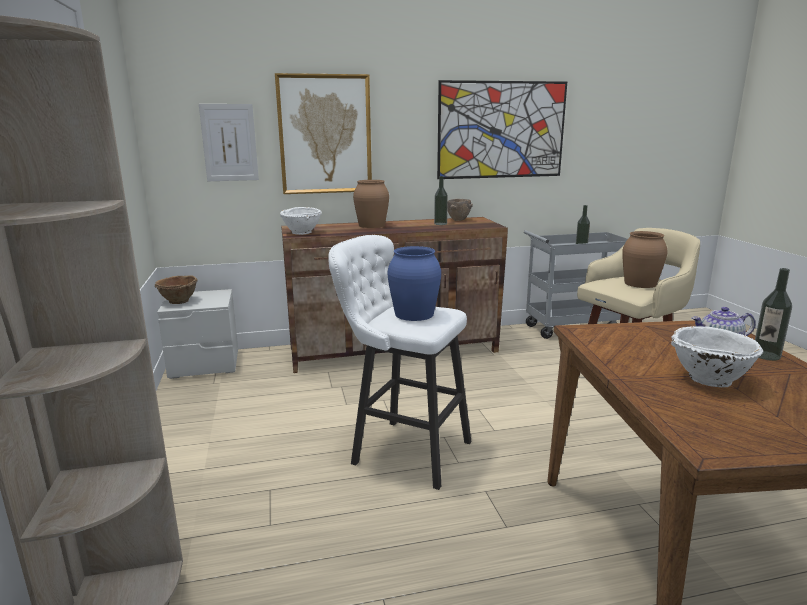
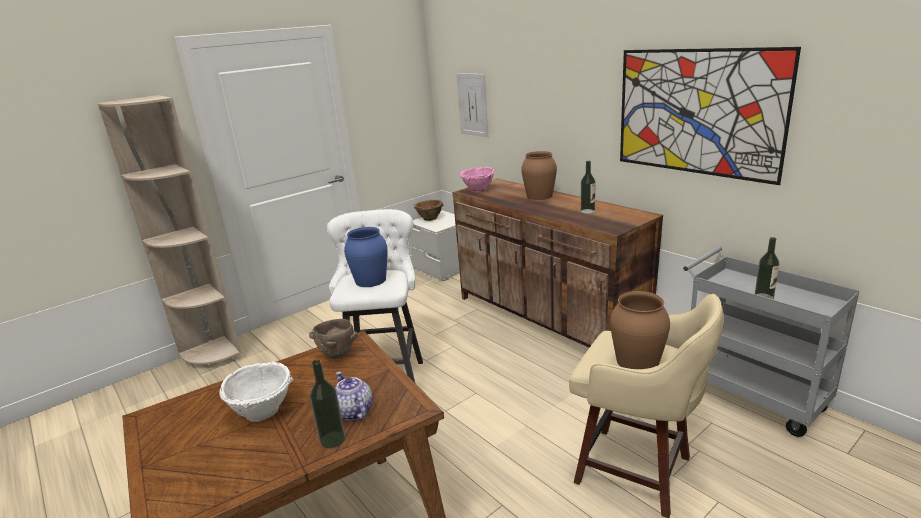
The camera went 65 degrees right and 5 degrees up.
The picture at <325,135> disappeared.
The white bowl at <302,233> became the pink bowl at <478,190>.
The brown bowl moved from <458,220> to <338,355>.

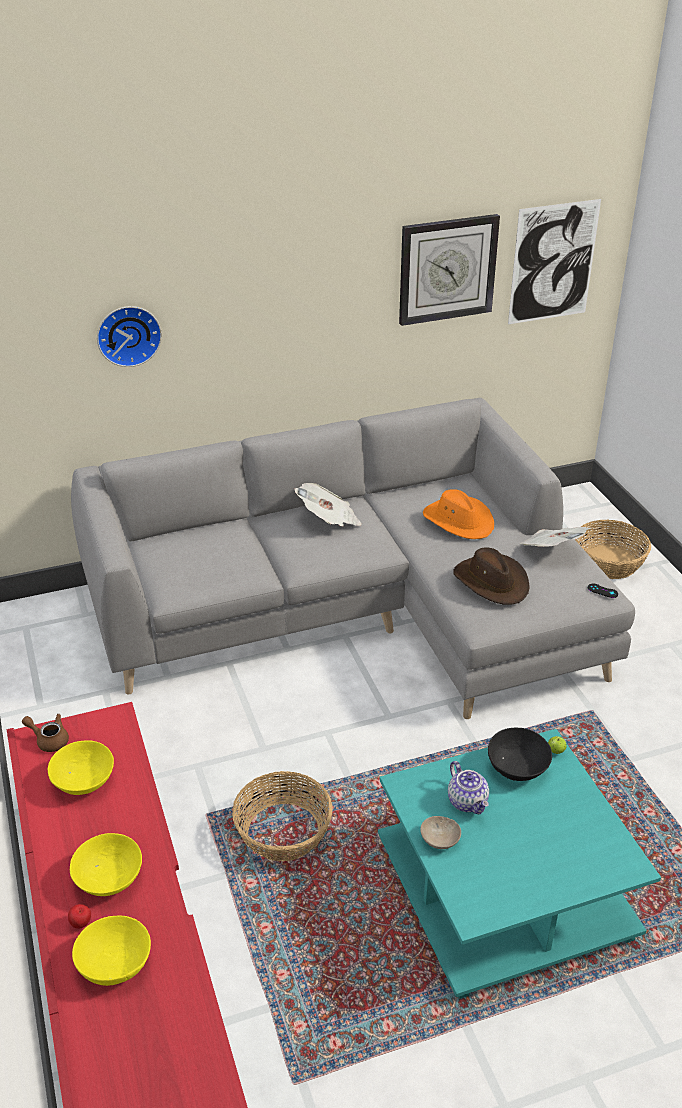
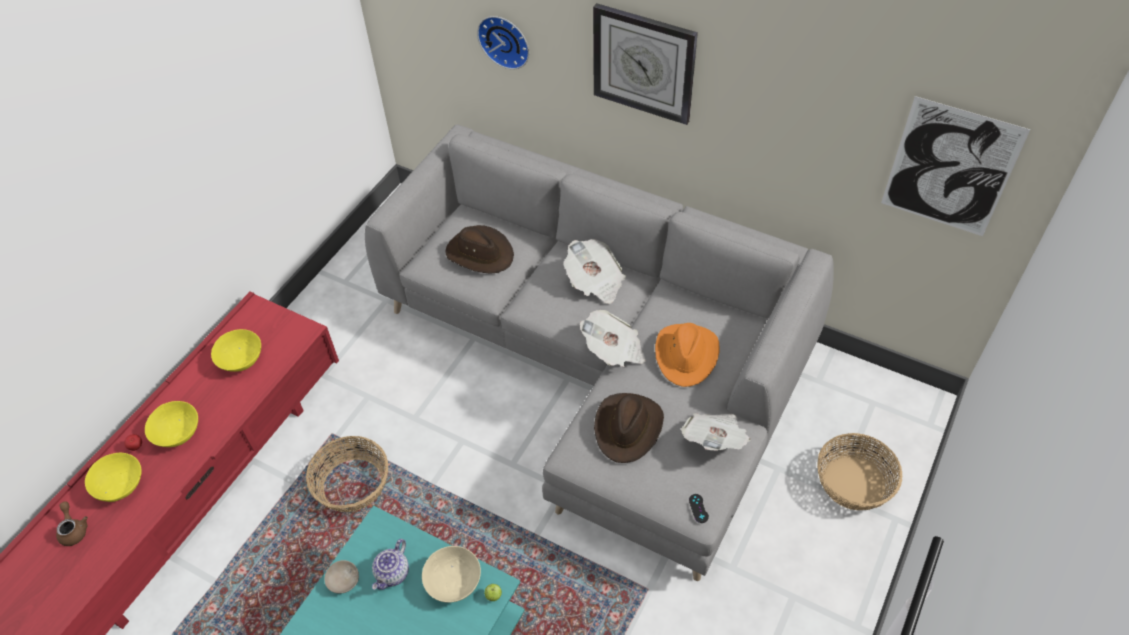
The camera went 50 degrees right and 15 degrees up.
The brown teapot moved from <49,740> to <74,530>.
The wall clock moved from <447,269> to <644,63>.
The black bowl at <517,768> became the beige bowl at <454,582>.
The brown hat at <480,253> appeared.
The newspaper at <614,350> appeared.

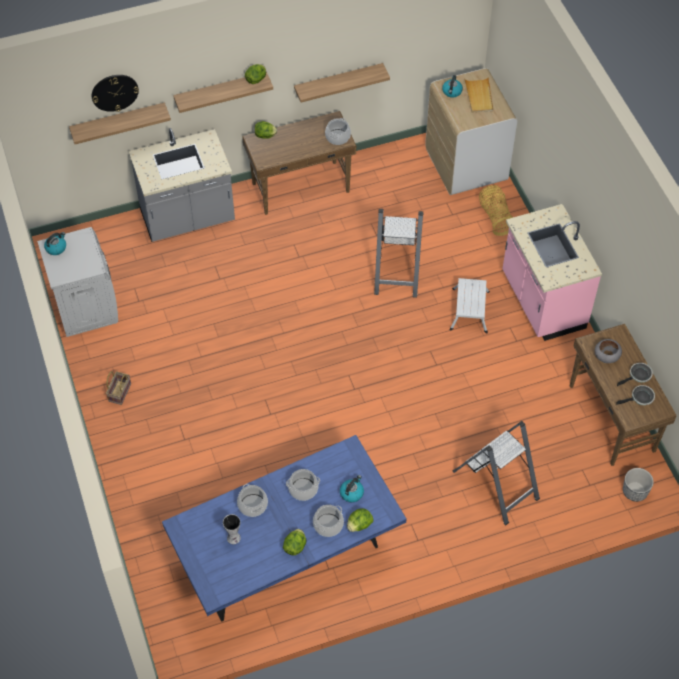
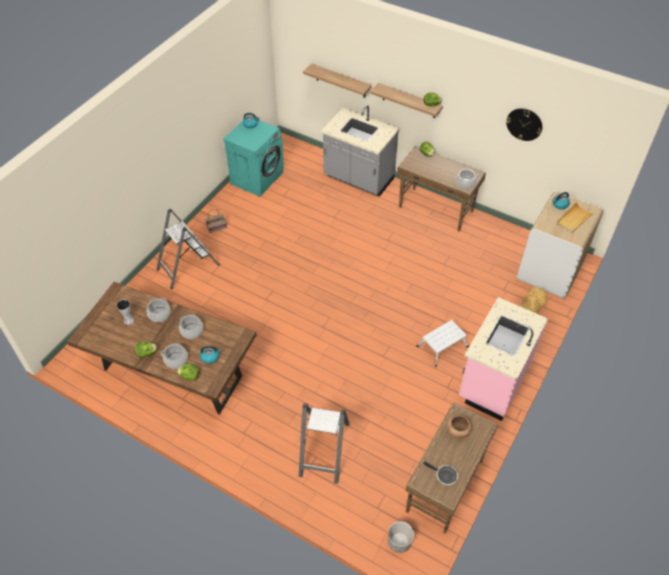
The camera went 50 degrees right and 5 degrees down.
The white washing machine at <86,307> became the turquoise washing machine at <257,179>.
The wall clock moved from <114,92> to <524,124>.
The blue dining table at <287,557> became the brown dining table at <174,373>.
The shelf at <338,82> disappeared.
The grey step ladder moved from <397,268> to <187,267>.
The grey bowl at <606,356> became the brown bowl at <458,430>.
The frying pan at <638,376> disappeared.

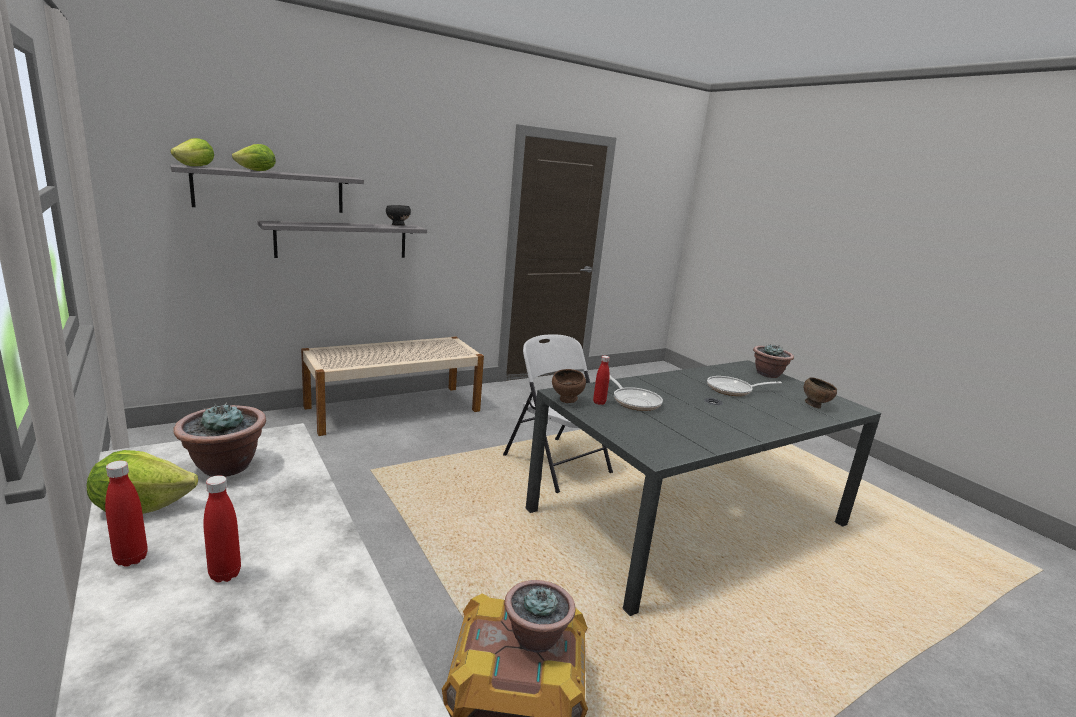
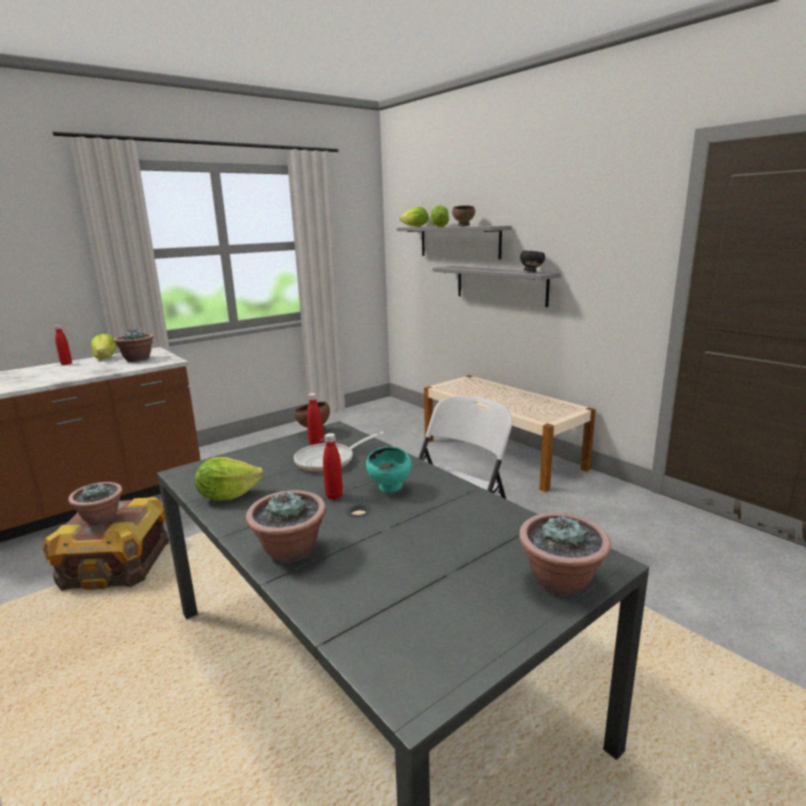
The camera went 85 degrees right and 0 degrees up.
The red bottle moved from <225,574> to <334,496>.
The frying pan at <733,390> disappeared.
The brown bowl moved from <815,406> to <464,226>.
The lettuce at <228,496> appeared.
The potted plant at <290,552> appeared.
The turquoise bowl at <390,489> appeared.

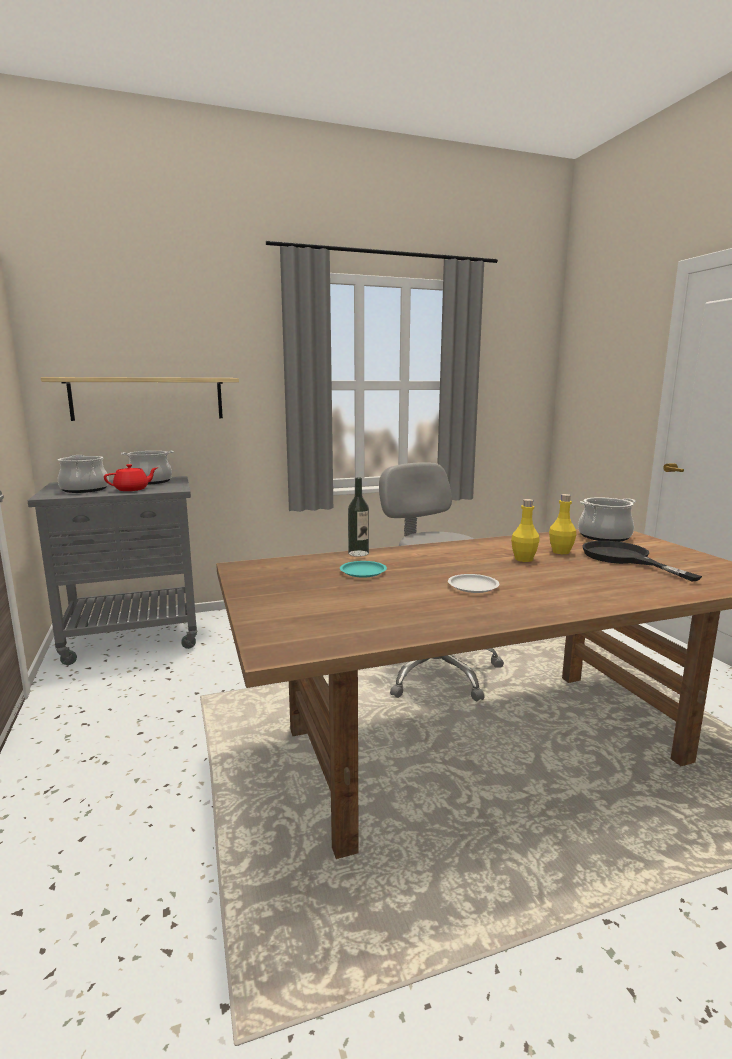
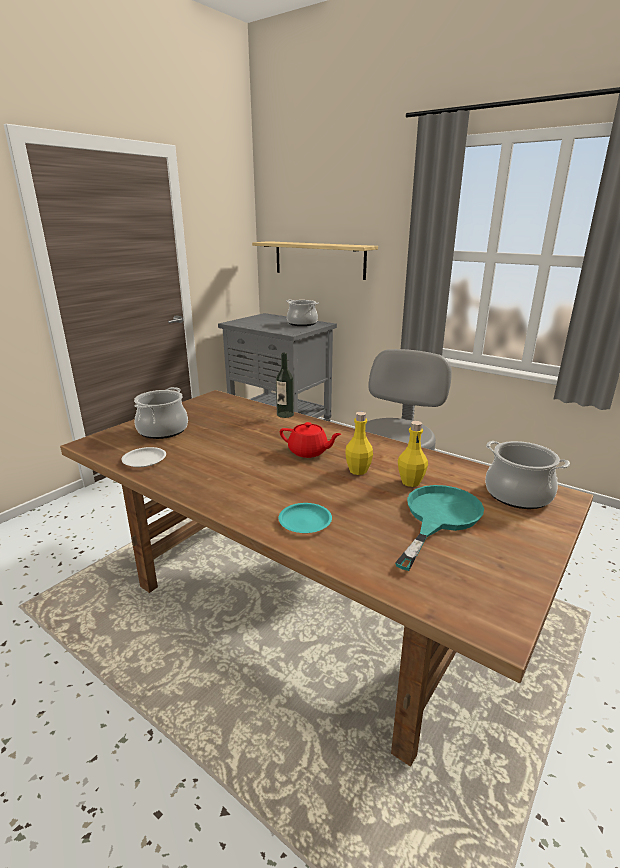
The camera went 55 degrees right and 10 degrees up.
The cooking pot moved from <85,489> to <163,430>.
The red teapot moved from <132,489> to <309,452>.
The turquoise plate moved from <362,572> to <304,521>.
The white plate moved from <472,586> to <144,460>.
The black frying pan at <624,559> became the turquoise frying pan at <438,518>.

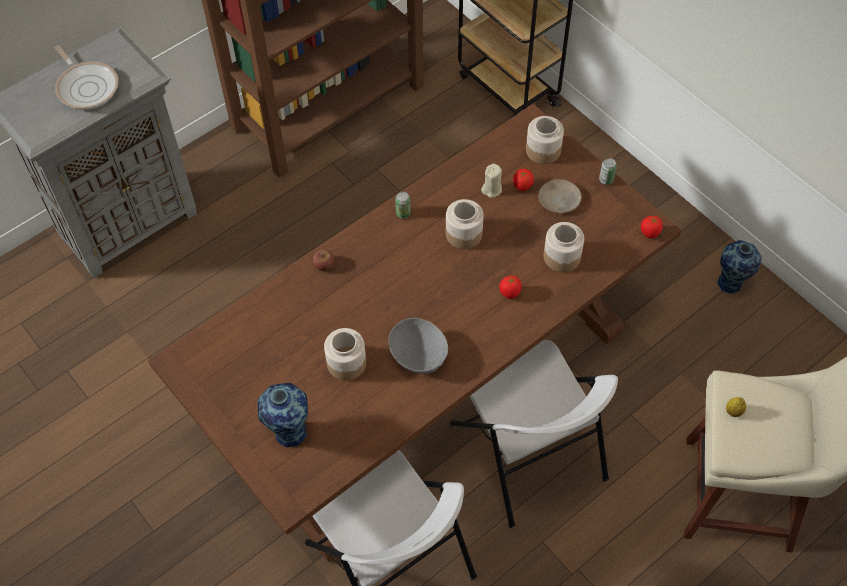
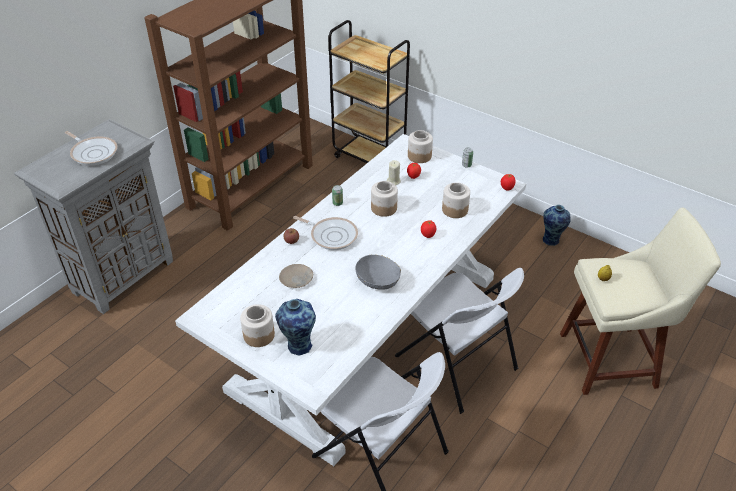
The camera went 15 degrees left and 15 degrees down.
The brown dining table at <424,377> became the white dining table at <367,331>.
The jar moved from <346,363> to <258,335>.
The beige plate moved from <559,200> to <297,279>.
The frying pan at <331,235> appeared.

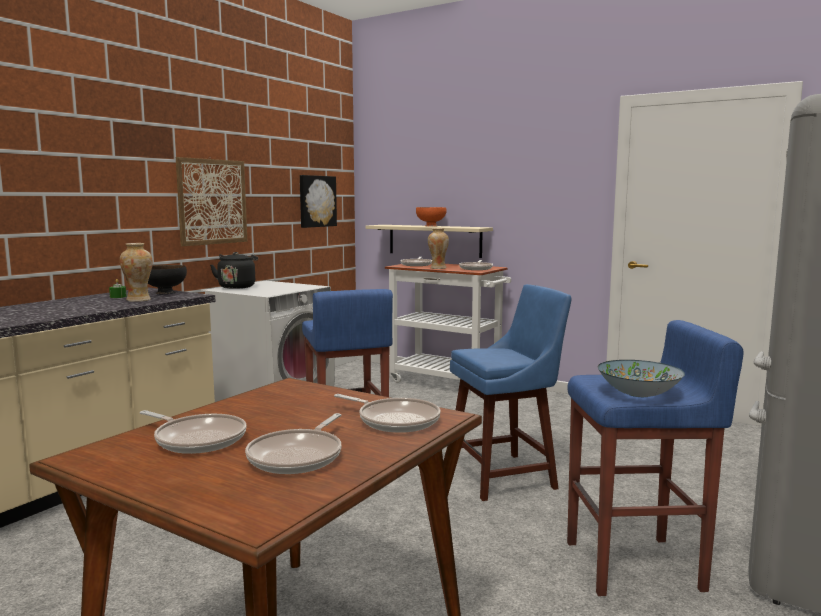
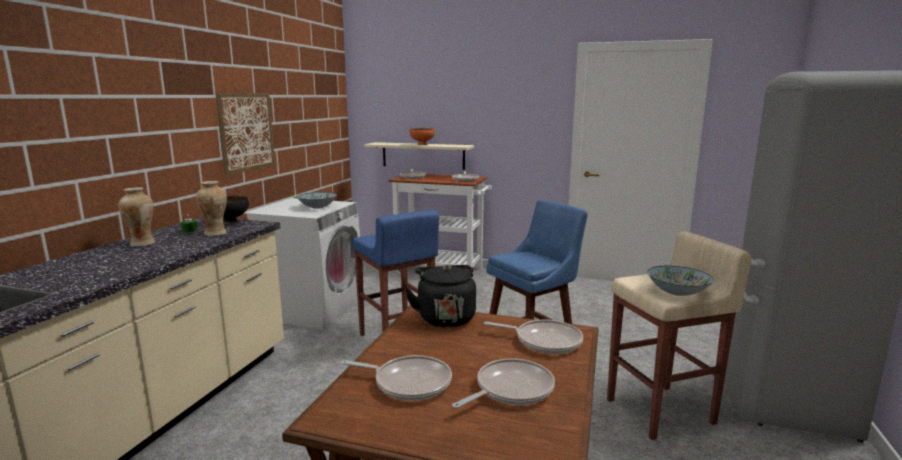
The camera went 15 degrees left and 5 degrees up.
The black kettle moved from <237,287> to <445,317>.
The frying pan at <298,456> turned 135 degrees counterclockwise.
The picture at <316,201> disappeared.
The vase moved from <438,268> to <142,243>.
The blue stool at <636,566> became the beige stool at <662,411>.
The bowl at <317,207> appeared.

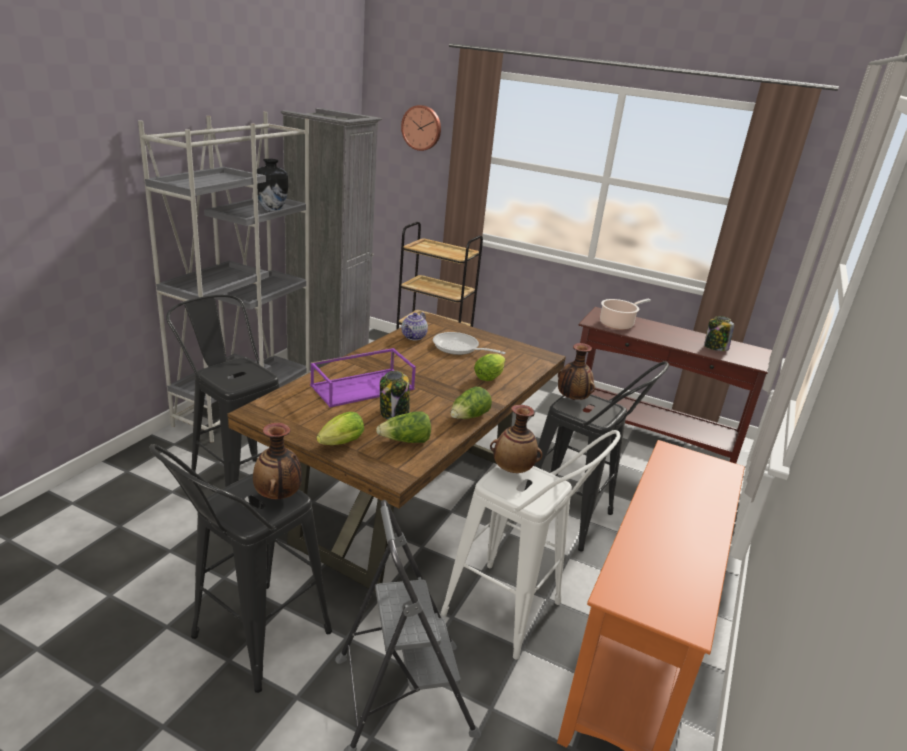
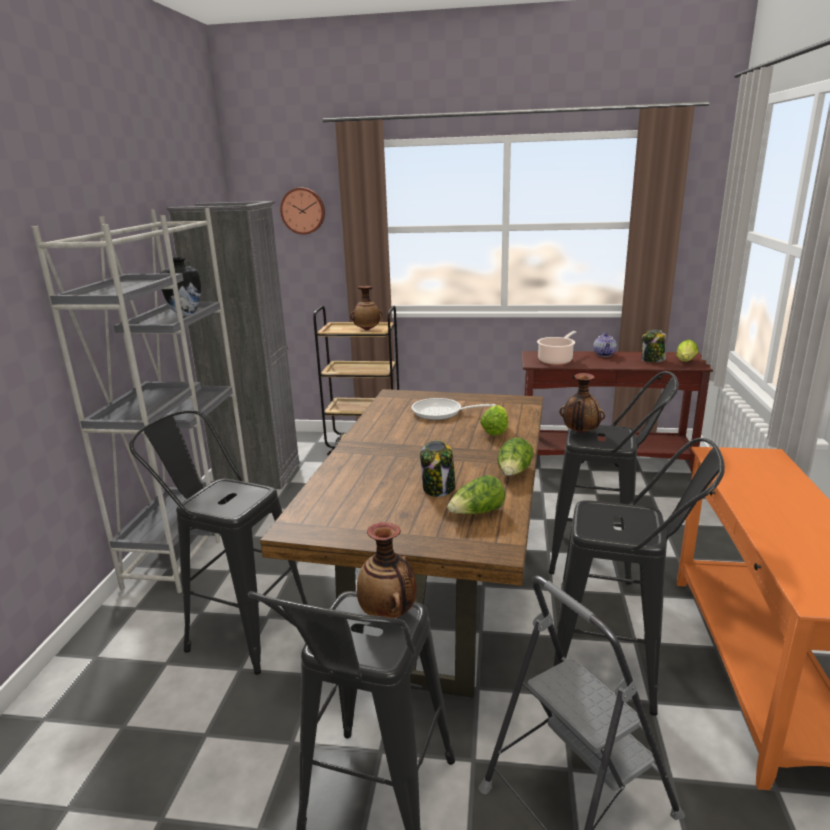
The camera went 15 degrees left and 5 degrees down.
The purple tray at <363,387> disappeared.
The lettuce moved from <339,444> to <685,362>.
The teapot moved from <414,337> to <605,354>.
The white stool at <513,615> became the black stool at <618,671>.
The vase moved from <513,470> to <367,330>.

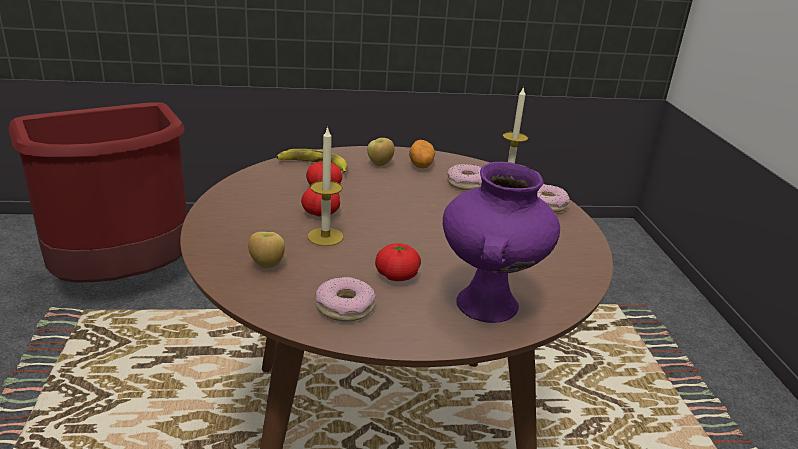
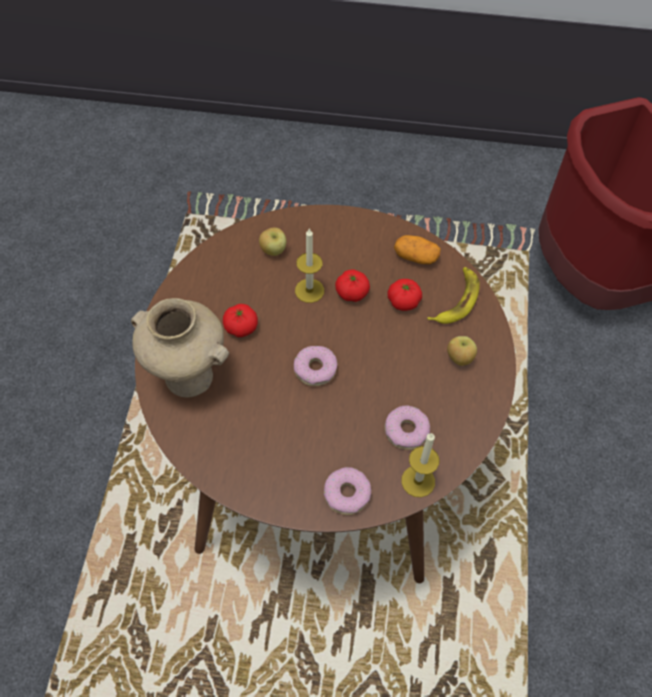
The camera went 105 degrees right and 30 degrees up.
The donut moved from <345,307> to <315,369>.
The potato moved from <421,164> to <415,257>.
The purple vase at <488,305> became the beige vase at <187,377>.

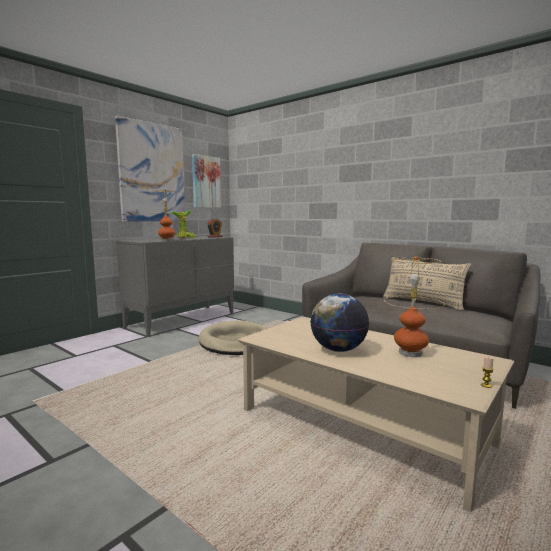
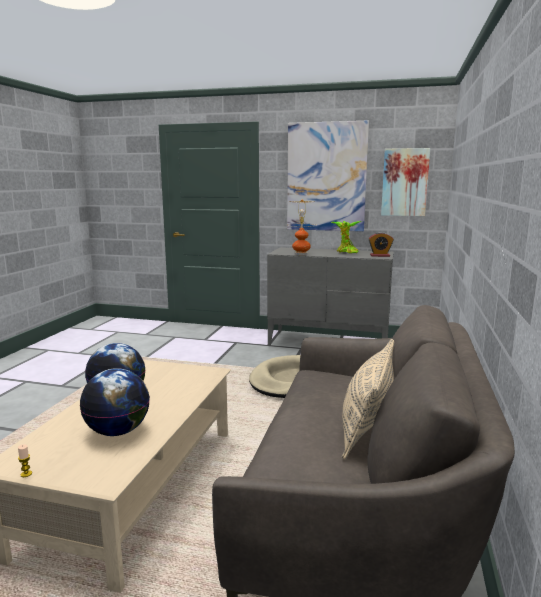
The camera went 65 degrees right and 5 degrees up.
The table lamp at <410,353> was replaced by the globe at <118,431>.

